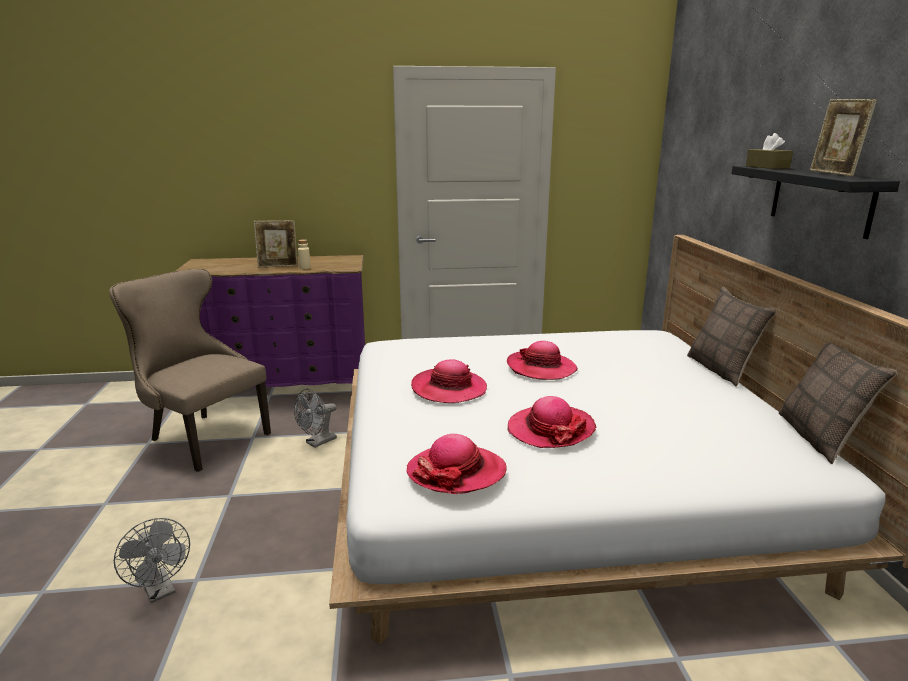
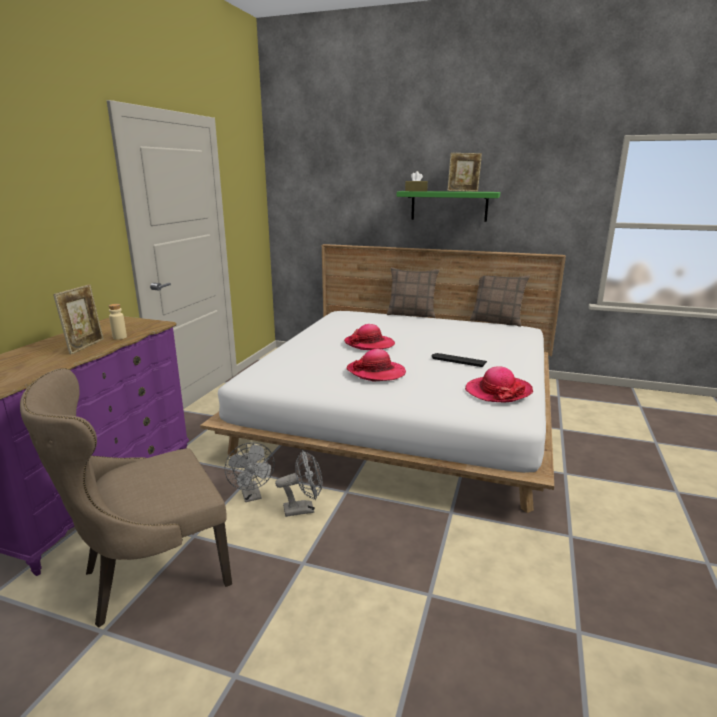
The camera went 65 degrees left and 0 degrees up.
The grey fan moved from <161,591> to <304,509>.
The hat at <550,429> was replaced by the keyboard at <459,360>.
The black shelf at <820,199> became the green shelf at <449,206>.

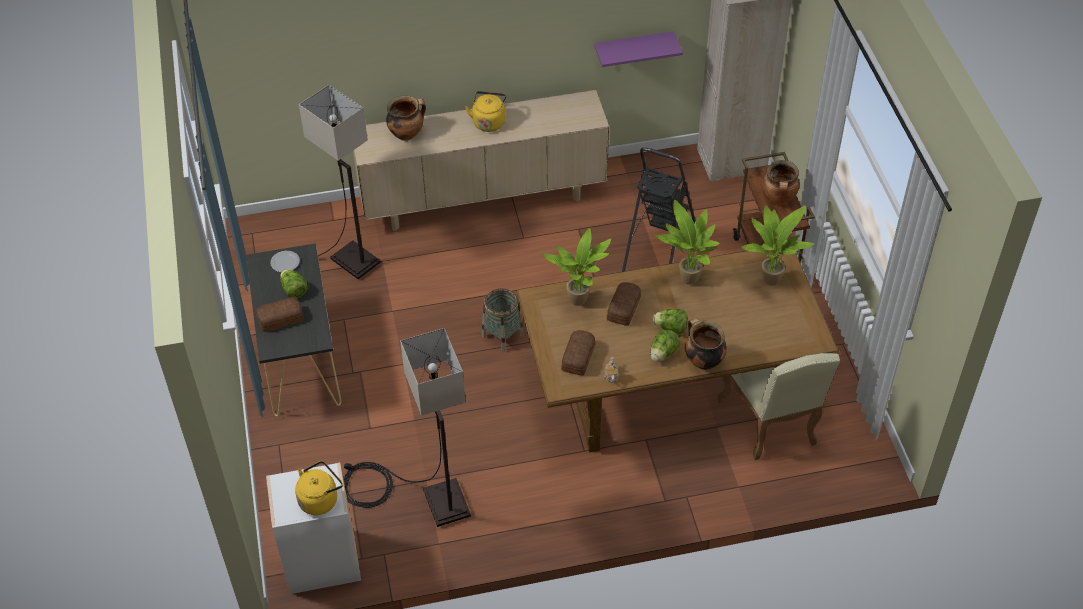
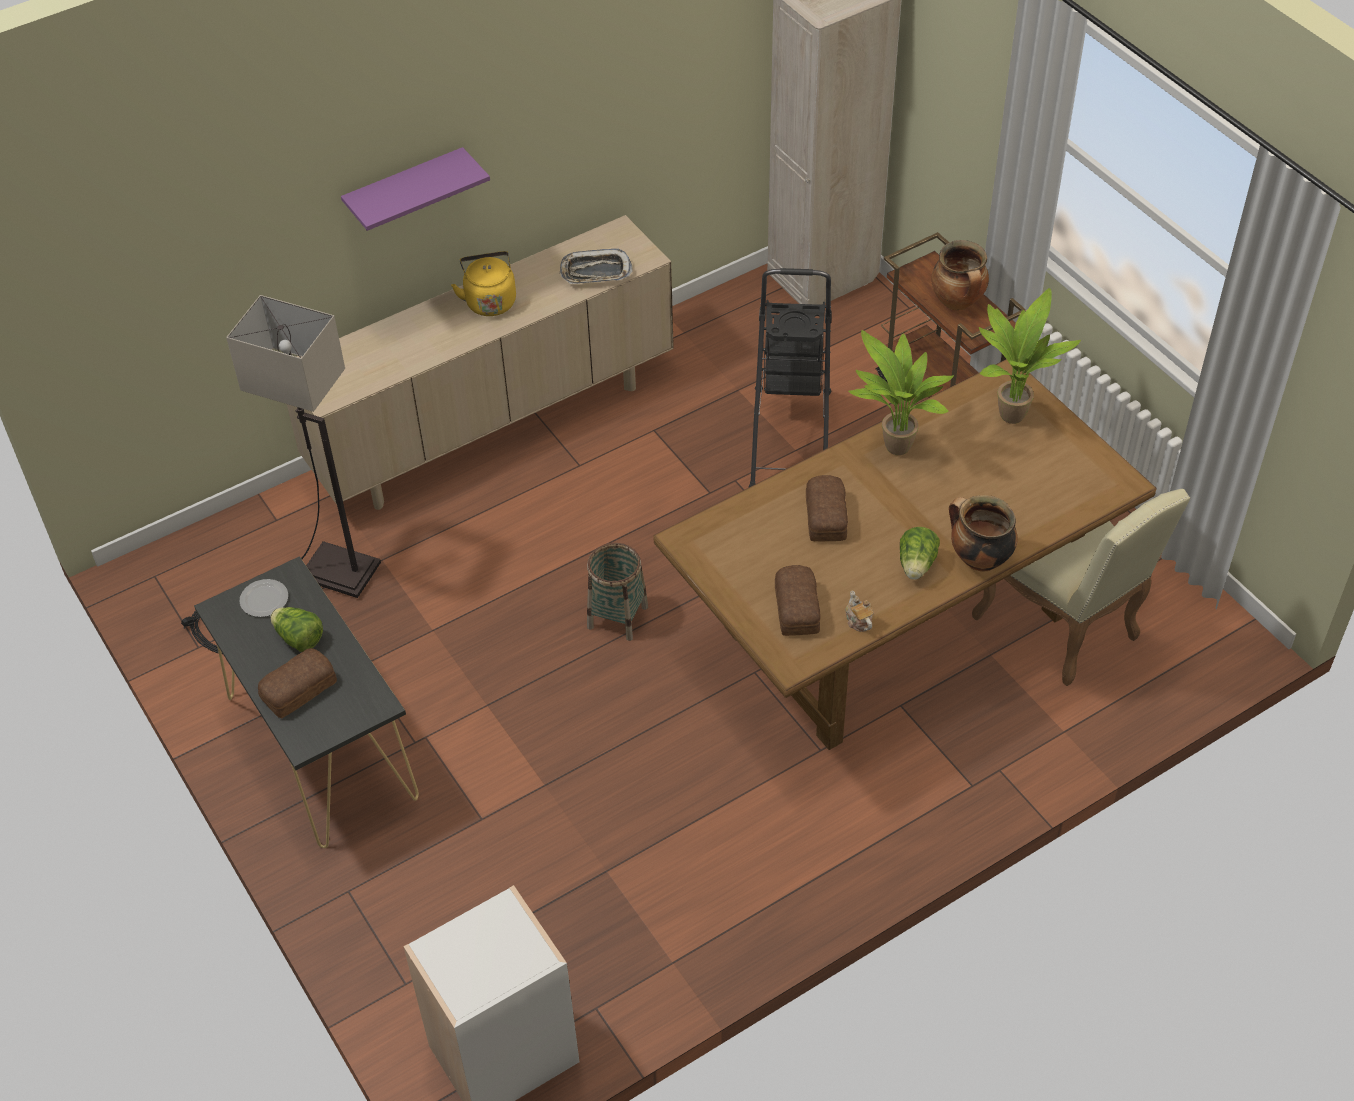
The camera went 20 degrees left and 0 degrees up.
The yellow kettle at <320,499> disappeared.
The floor lamp at <403,493> disappeared.
The cooking pot at <407,134> disappeared.
The potted plant at <579,302> disappeared.
The purple shelf moved from <633,49> to <405,191>.
The lettuce at <671,328> disappeared.
The tray at <595,272> appeared.

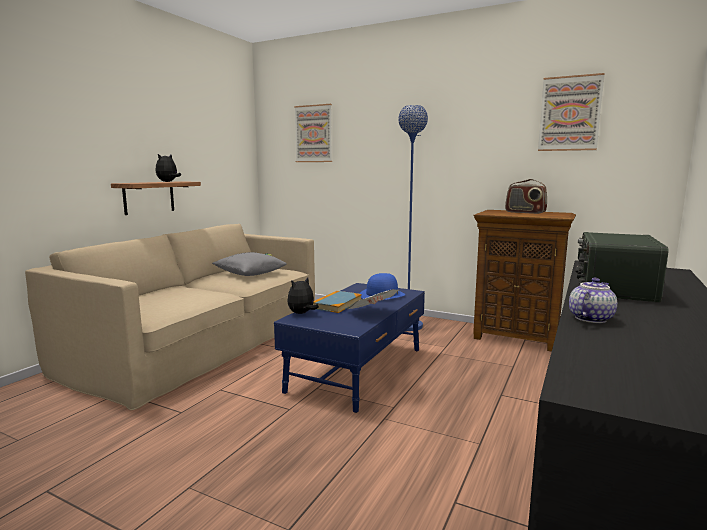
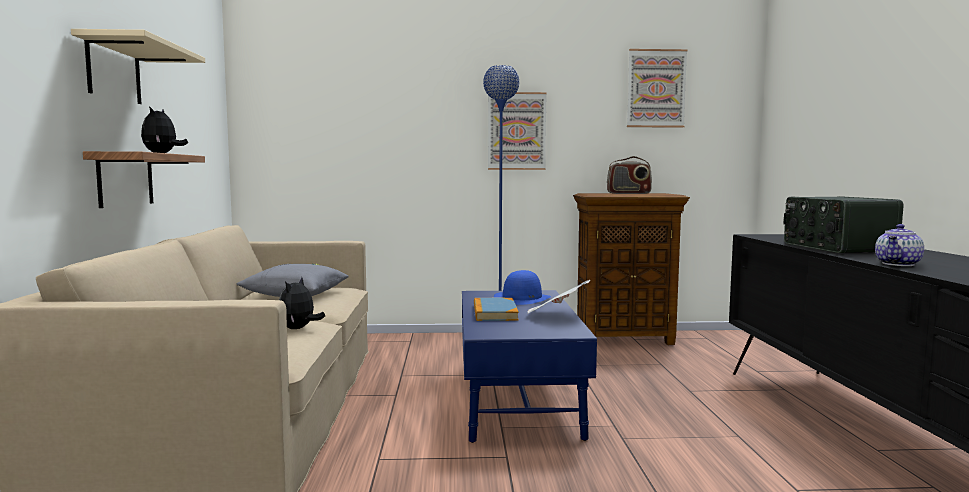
The camera went 30 degrees left and 5 degrees down.
The plush toy moved from <302,313> to <298,329>.
The picture moved from <313,134> to <516,131>.
The teapot at <589,318> turned 150 degrees counterclockwise.
The beige shelf at <114,71> appeared.

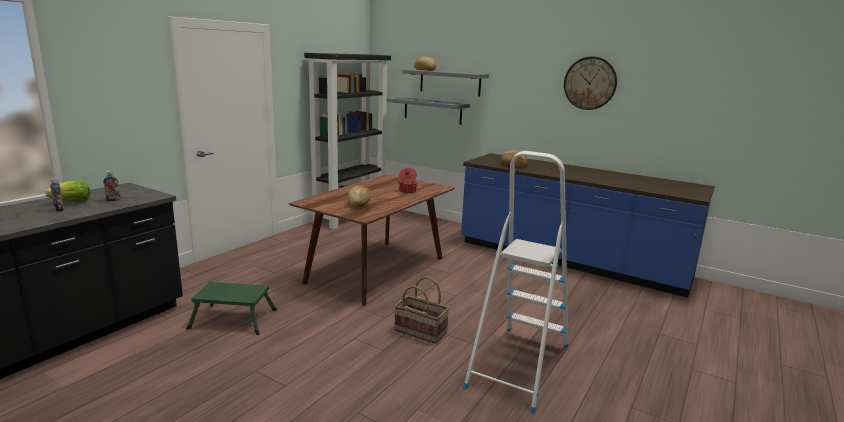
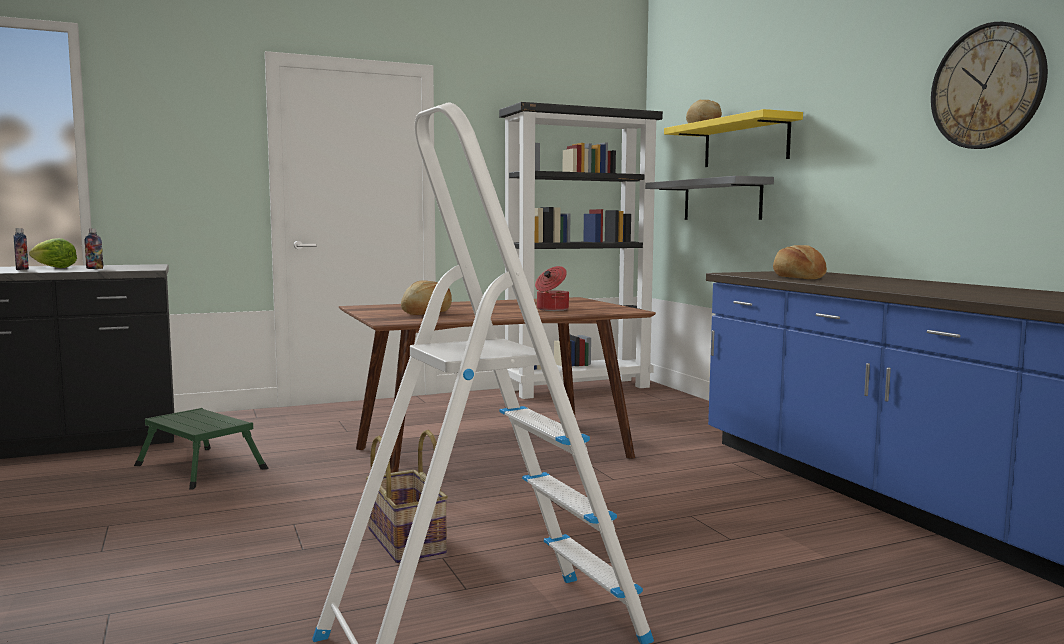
The camera went 35 degrees right and 10 degrees down.
The grey shelf at <450,82> became the yellow shelf at <745,142>.

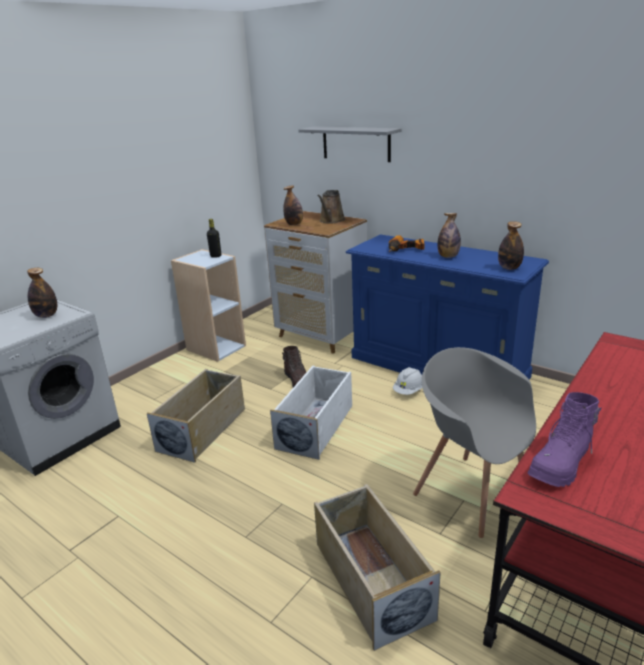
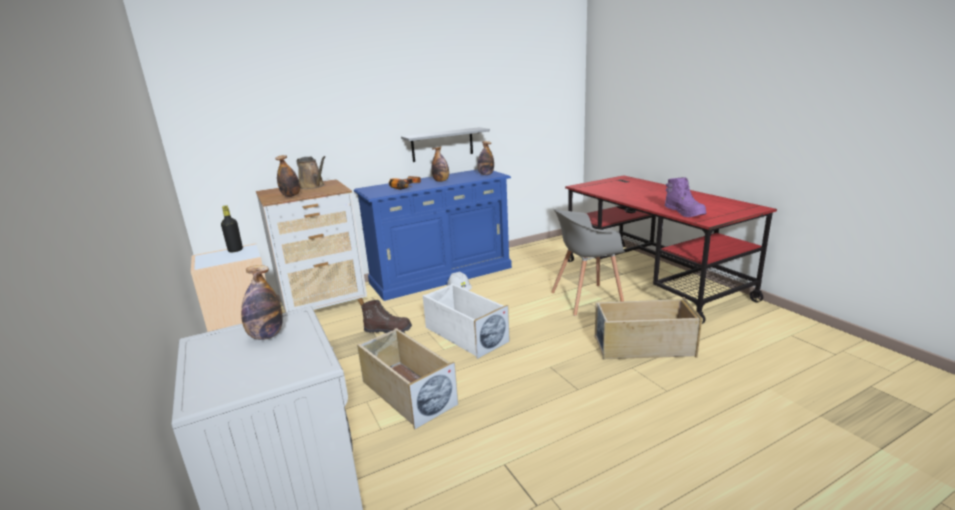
The camera went 65 degrees left and 5 degrees down.
The grey shelf moved from <356,143> to <442,144>.

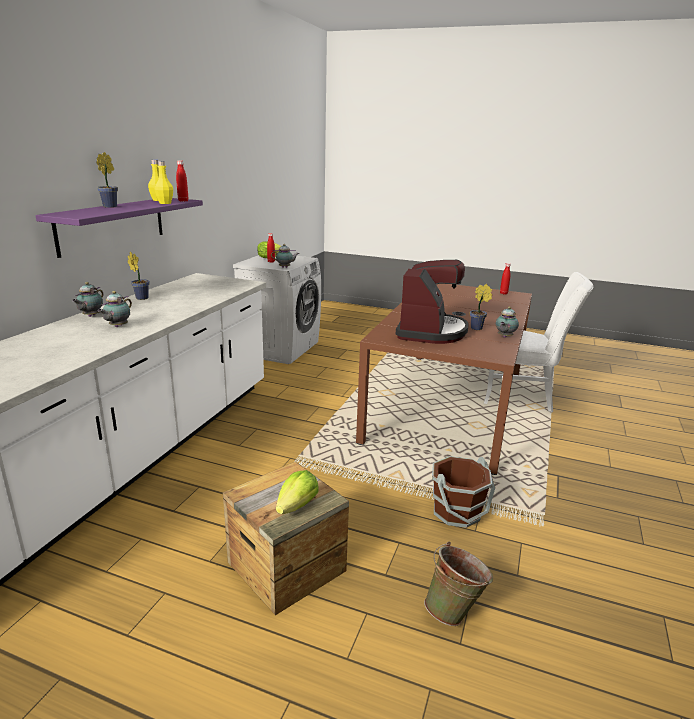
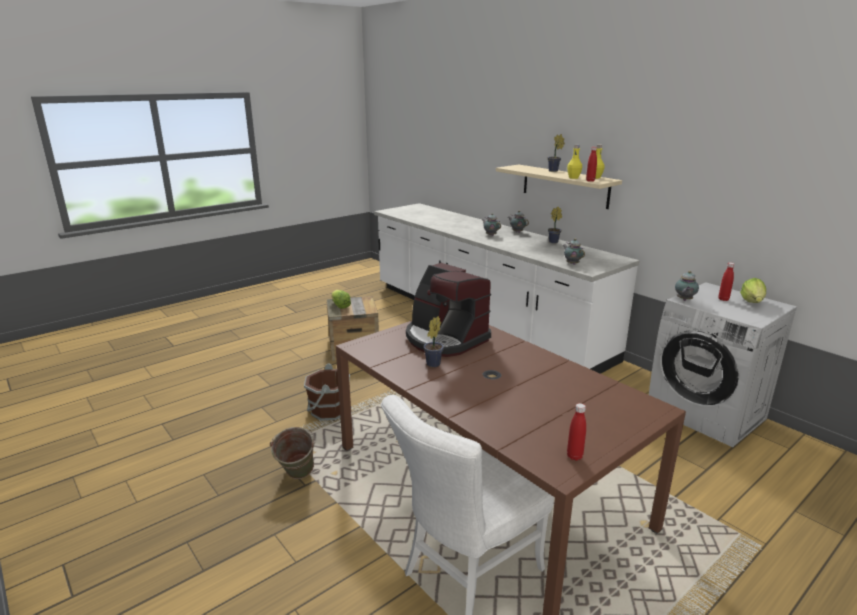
The camera went 120 degrees right and 0 degrees up.
The purple shelf at <112,225> became the beige shelf at <565,186>.
The green bucket moved from <455,611> to <297,477>.
The teapot moved from <504,337> to <572,263>.

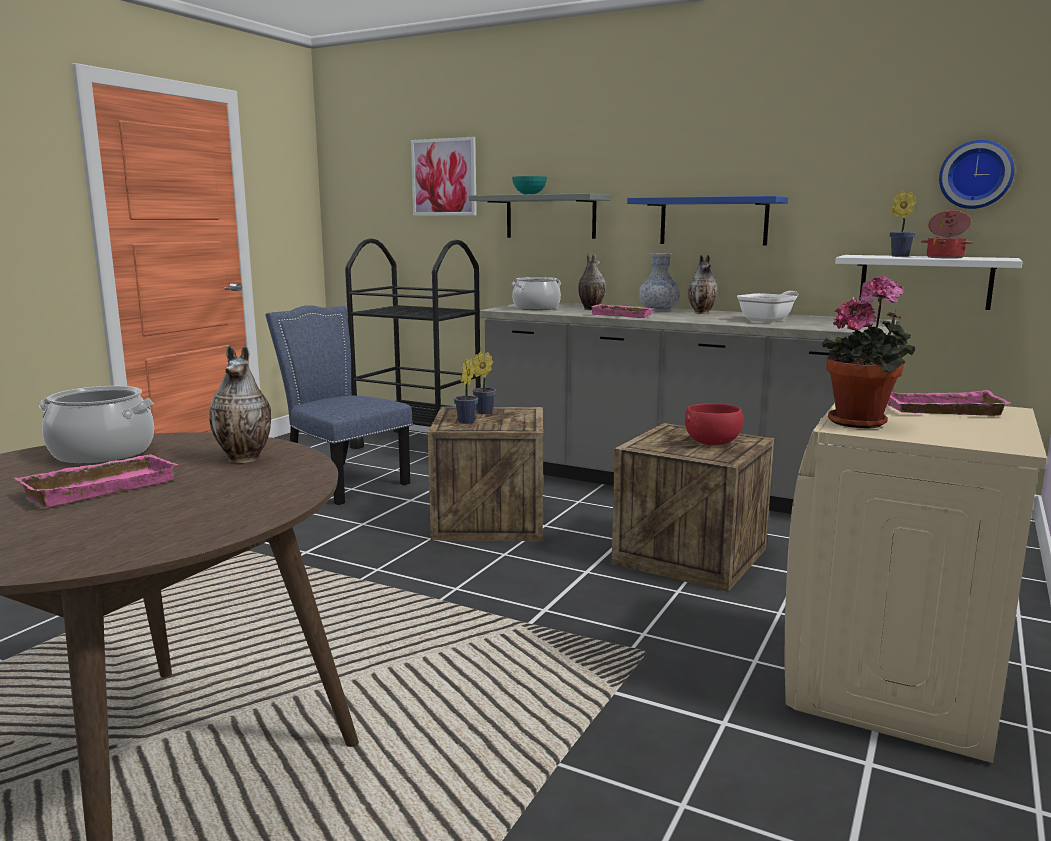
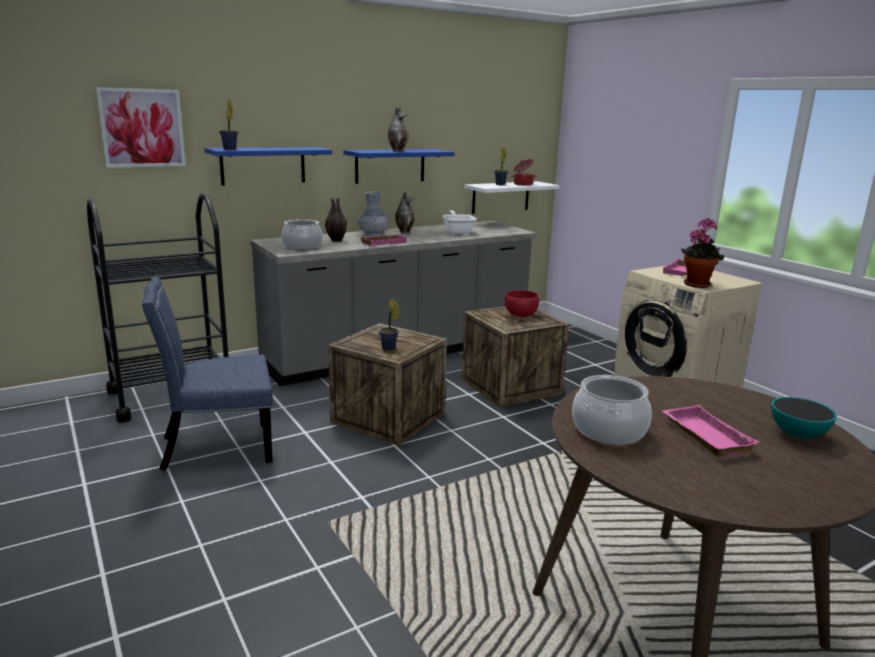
The camera went 60 degrees left and 5 degrees up.
The vase moved from <246,459> to <398,151>.
The grey shelf at <550,217> became the blue shelf at <263,165>.
The potted plant moved from <482,412> to <229,149>.
The bowl moved from <529,195> to <797,435>.
The wall clock at <976,175> disappeared.

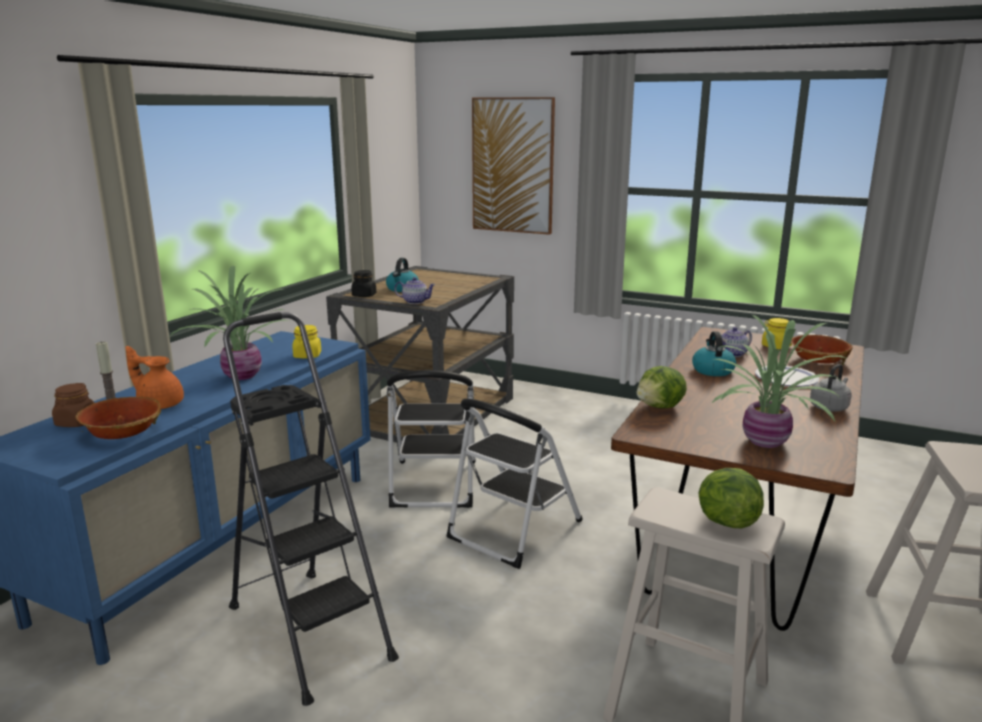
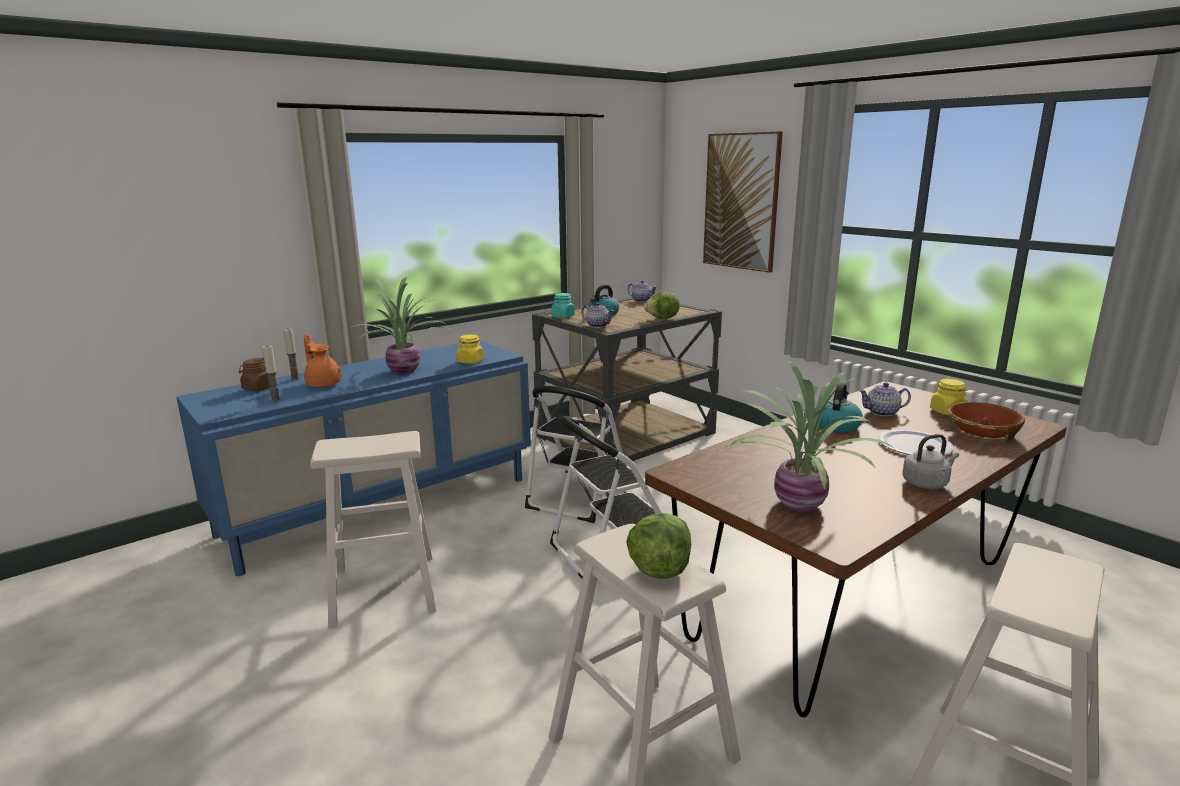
The camera went 25 degrees right and 0 degrees up.
The bowl at <122,432> was replaced by the candle at <275,400>.
The step ladder at <308,629> was replaced by the beige stool at <384,589>.
The black jar at <364,295> became the turquoise jar at <563,316>.
The lettuce moved from <660,407> to <662,318>.
The teapot at <642,300> appeared.

